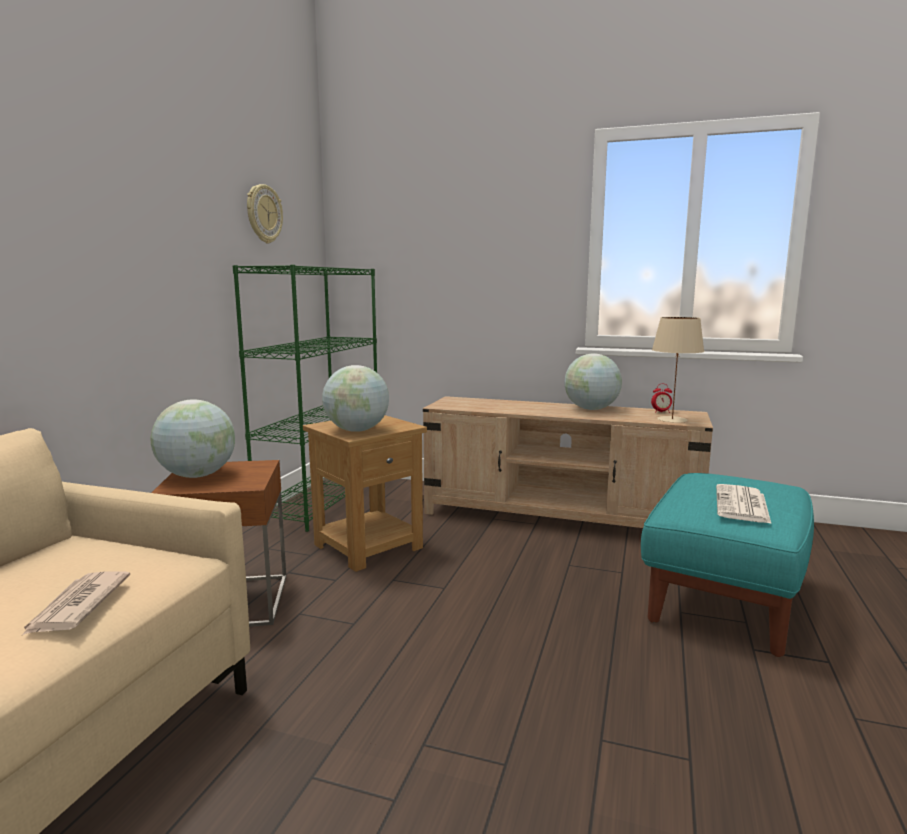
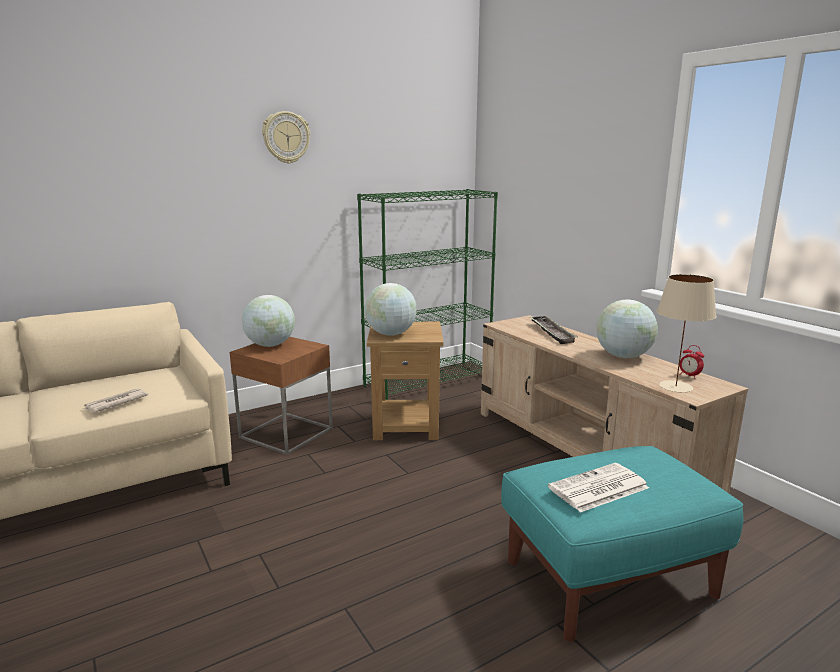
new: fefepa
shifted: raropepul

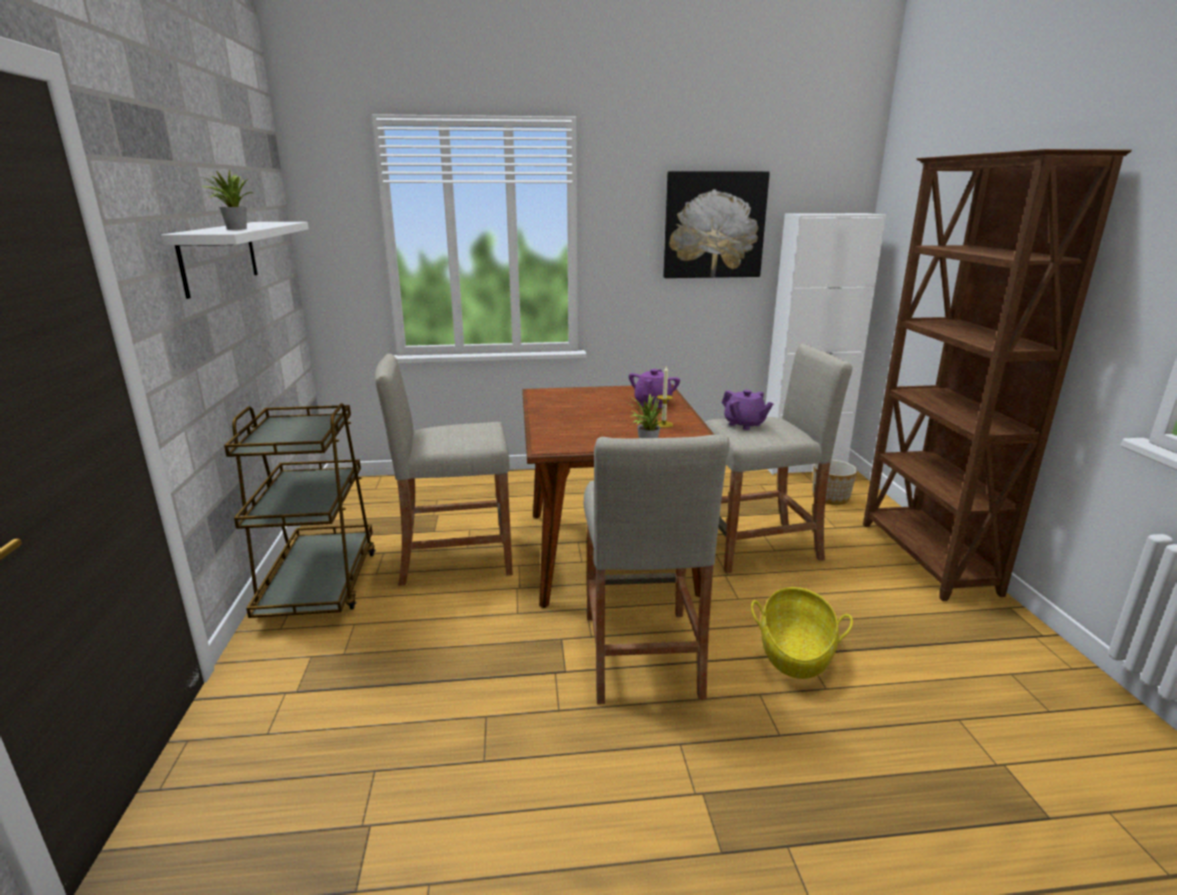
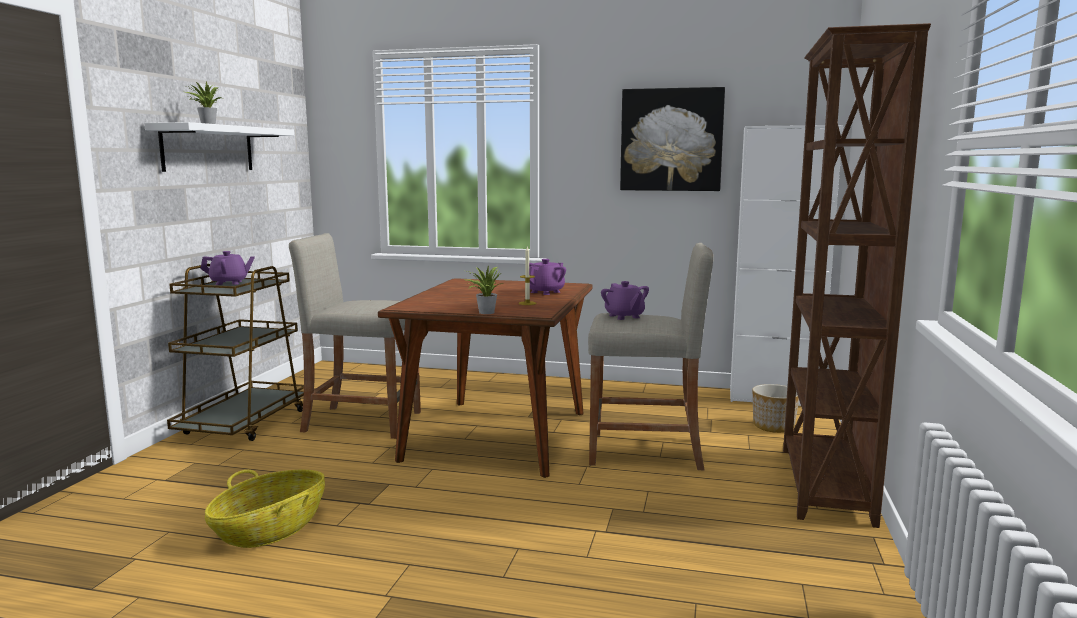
gone: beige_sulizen (no. 2 from left)
new: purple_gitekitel (no. 1 from left)
shifted: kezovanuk

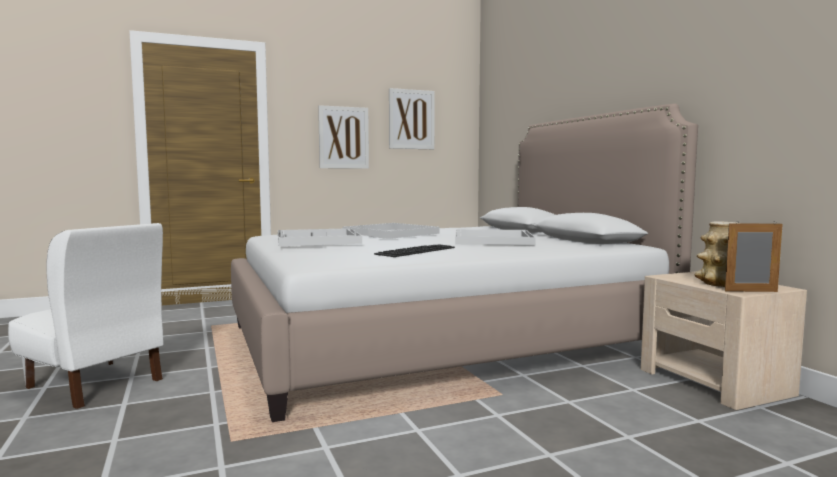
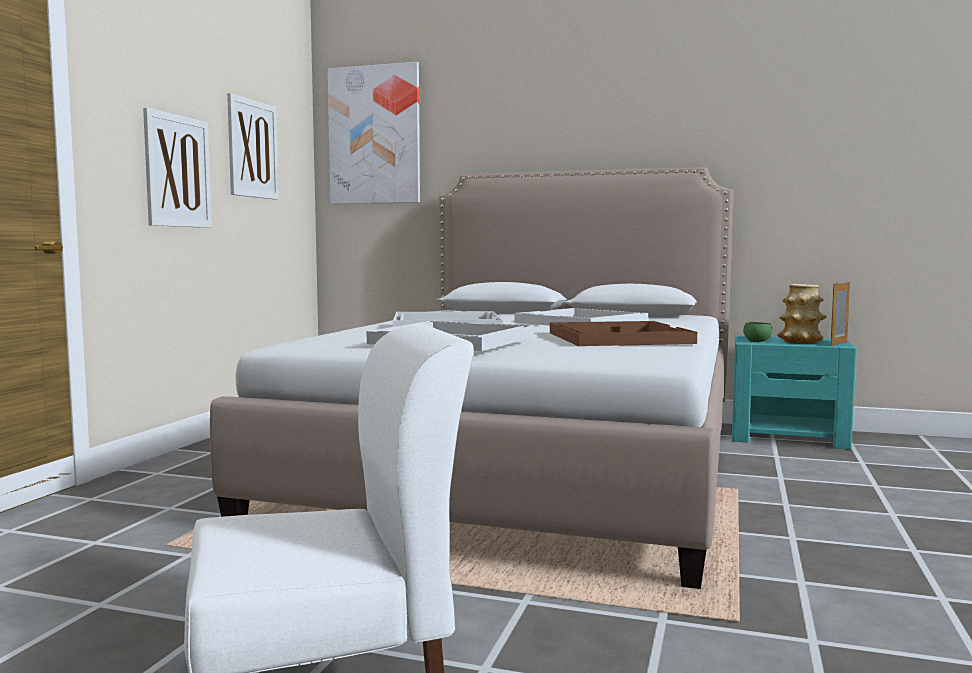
new: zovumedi (no. 3 from left); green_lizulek
swapped: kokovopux to brown_fefepa
repainted: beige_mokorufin to turquoise_mokorufin

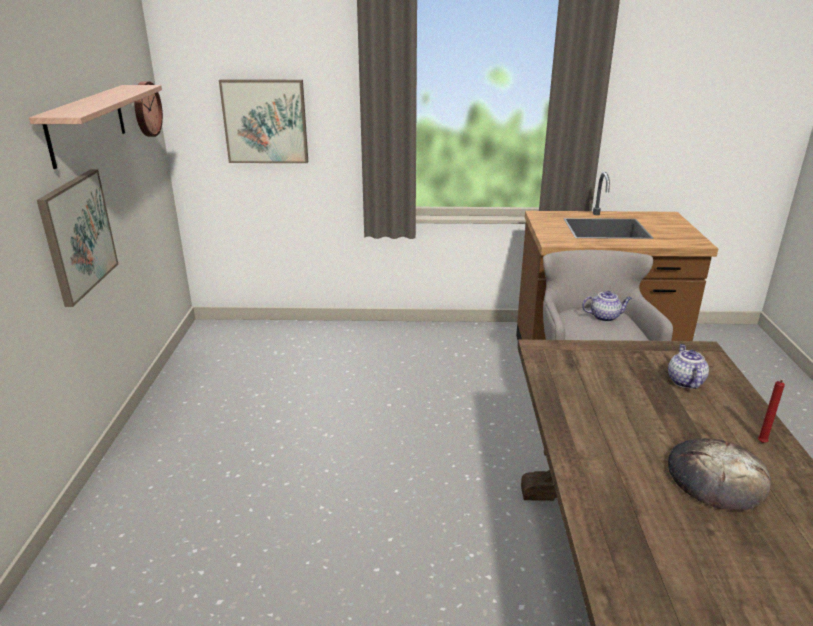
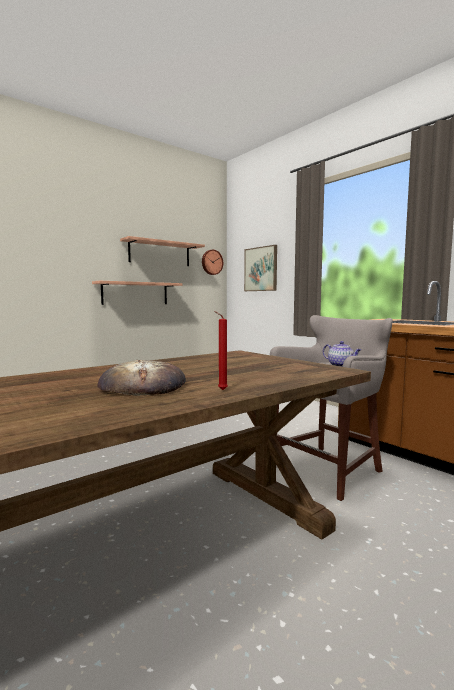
gone: gitekitel (no. 2 from left)
swapped: zovumedi (no. 1 from left) to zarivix (no. 1 from left)

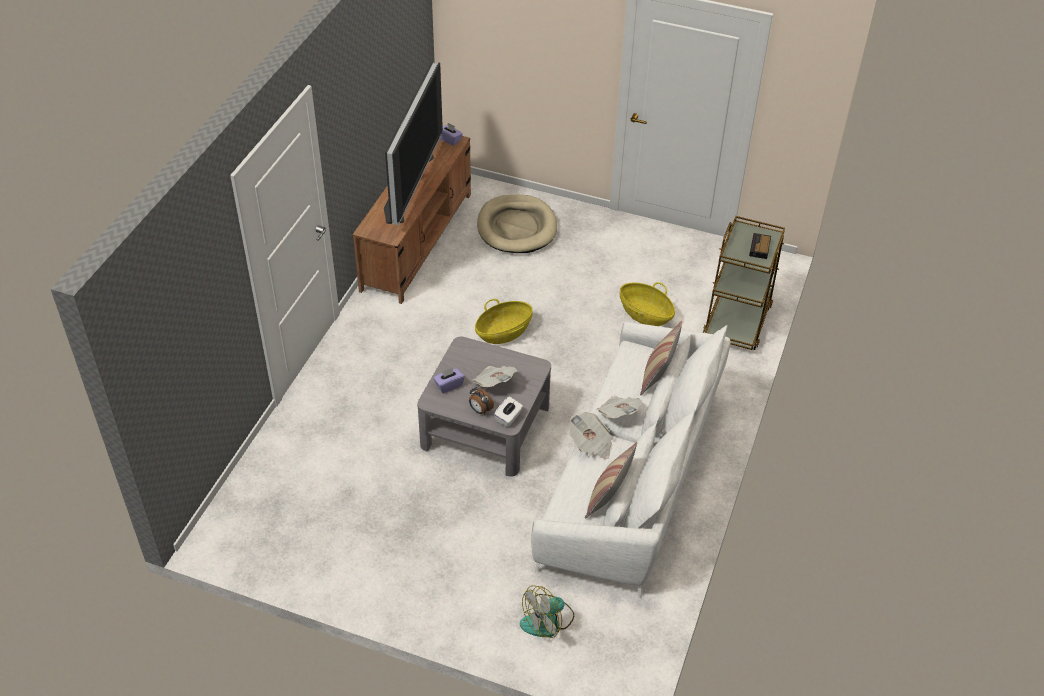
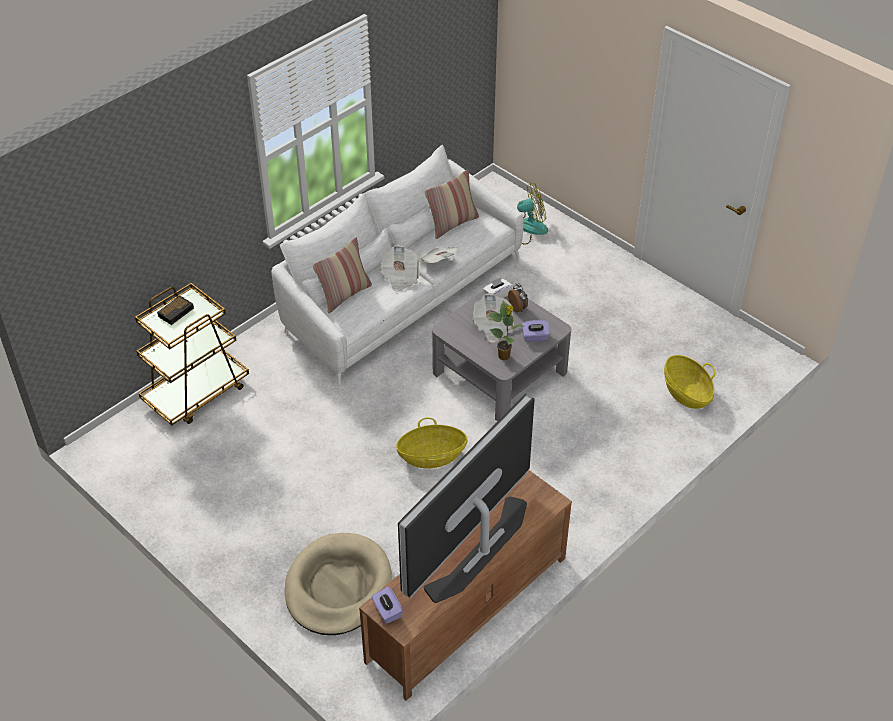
new: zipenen
shifted: kezovanuk (no. 2 from left)

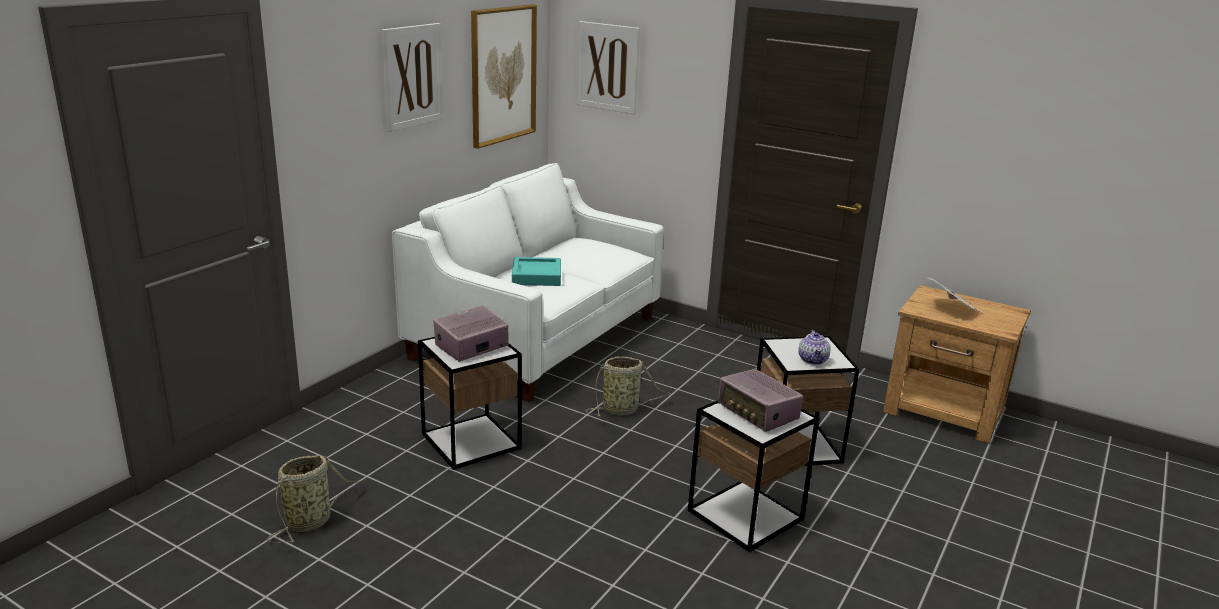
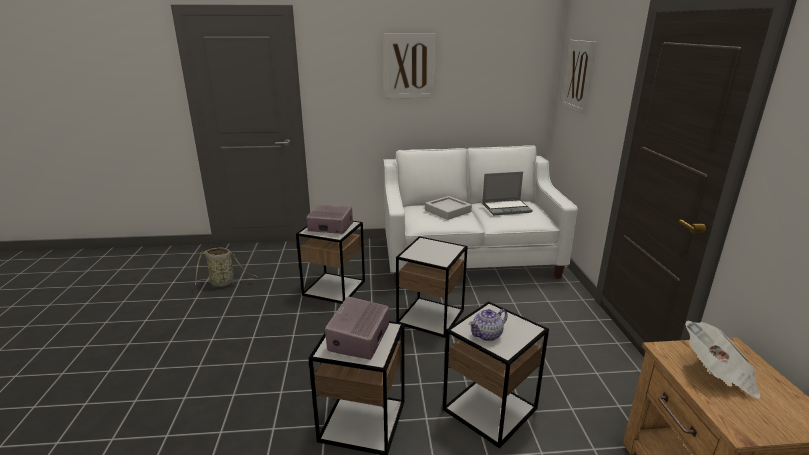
gone: zovumedi (no. 2 from left)
new: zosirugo
swapped: kezovanuk (no. 2 from left) to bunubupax (no. 3 from left)
repainted: turquoise_fefepa to grey_fefepa

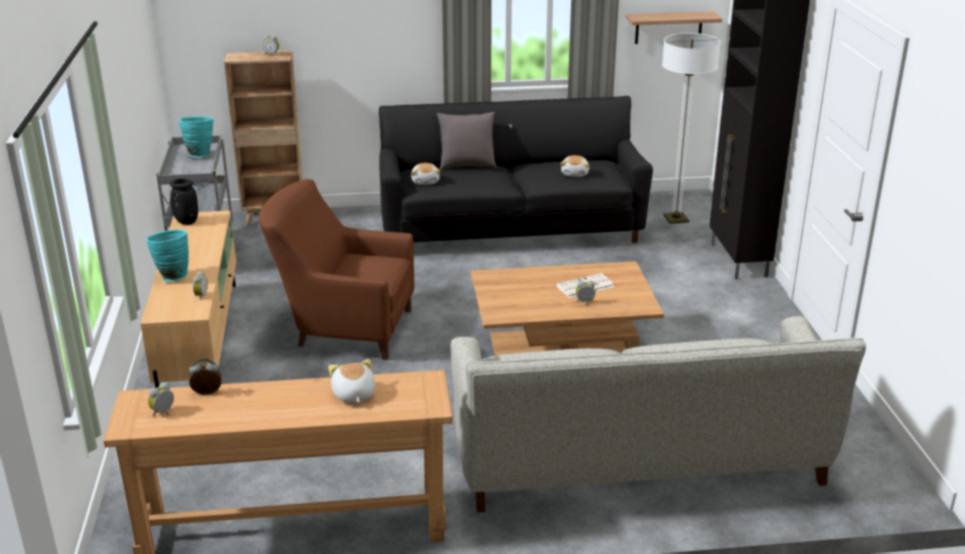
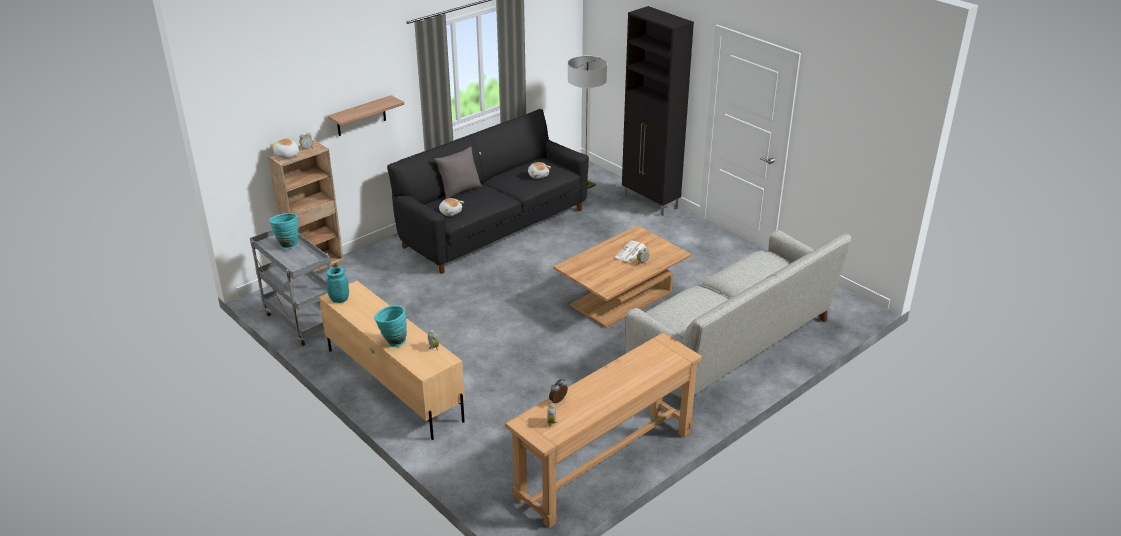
gone: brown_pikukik
shifted: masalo (no. 1 from left); zarivix
repainted: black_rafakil to turquoise_rafakil (no. 2 from left)

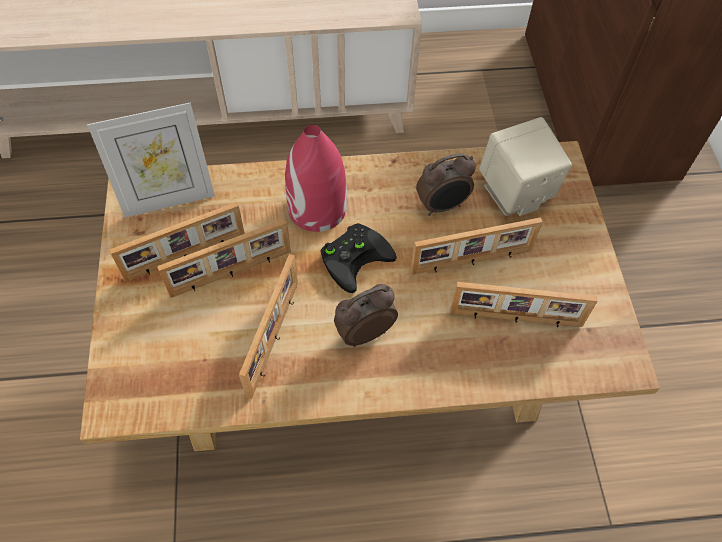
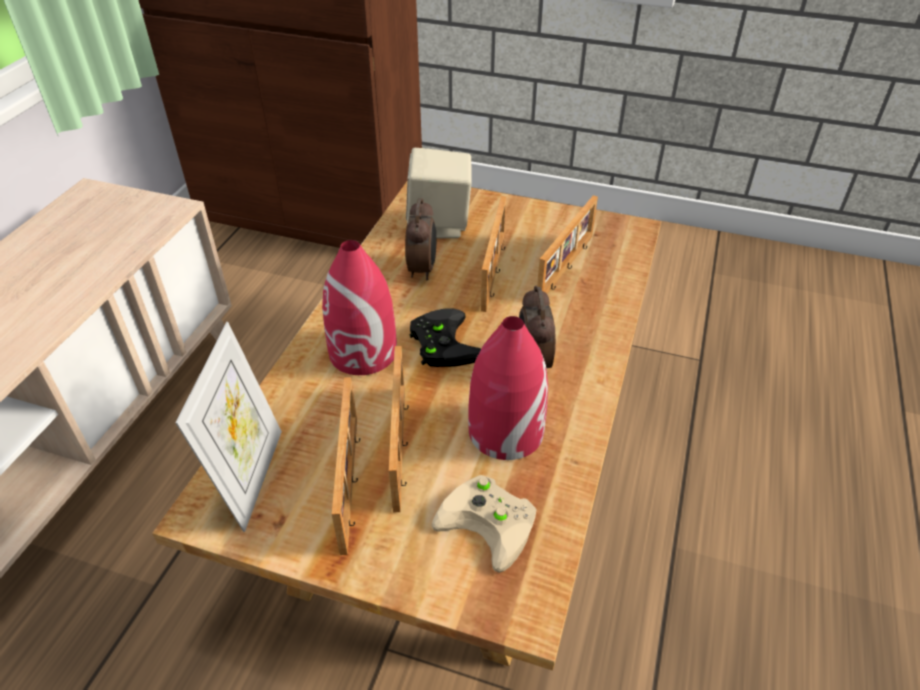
new: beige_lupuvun
swapped: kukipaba (no. 4 from left) to red_rafakil (no. 2 from left)

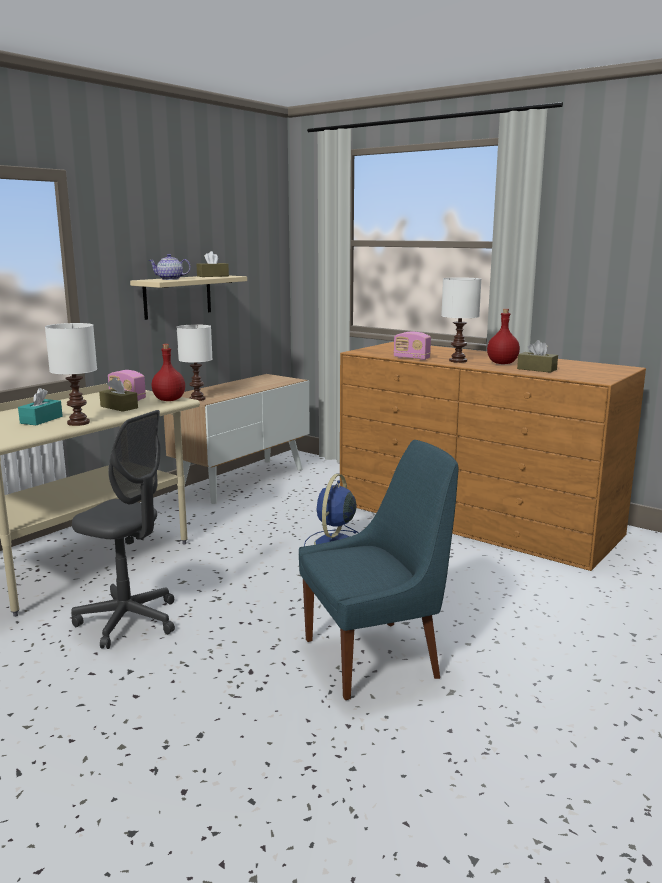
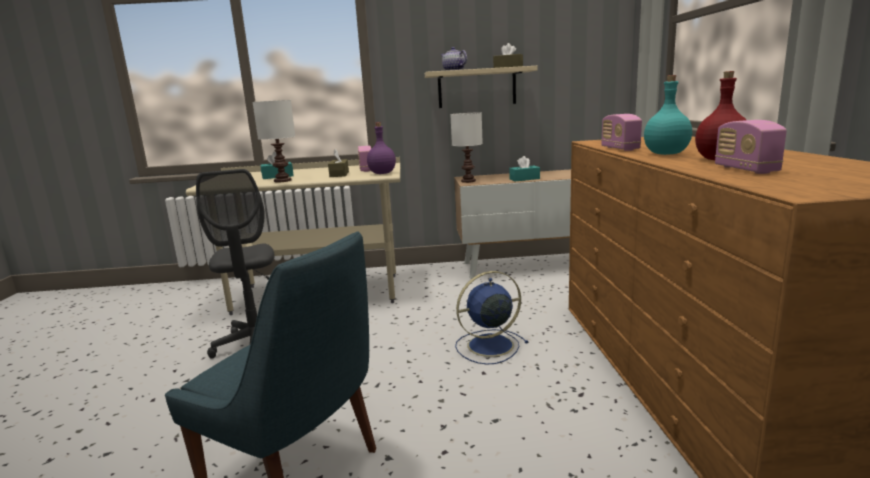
new: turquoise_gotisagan (no. 2 from left)
swapped: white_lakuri (no. 3 from left) to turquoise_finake; brown_gotisagan (no. 3 from left) to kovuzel (no. 3 from left)
repainted: red_finake (no. 1 from left) to purple_finake

